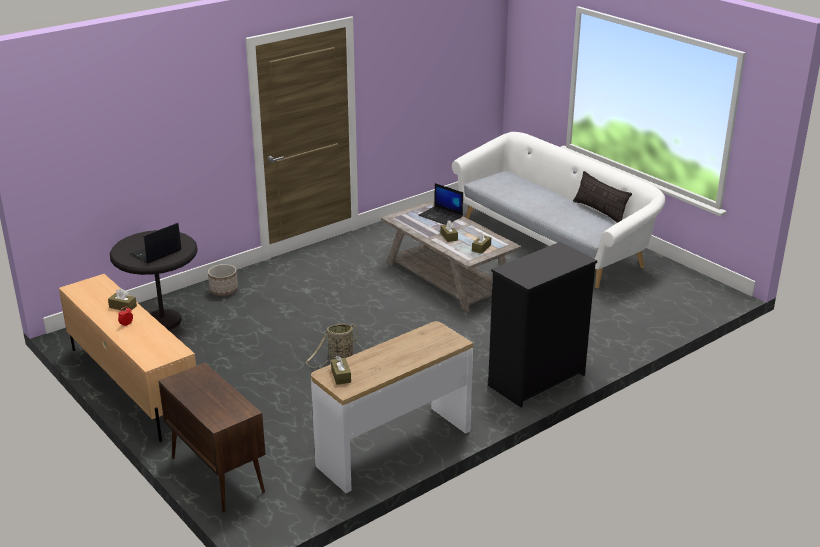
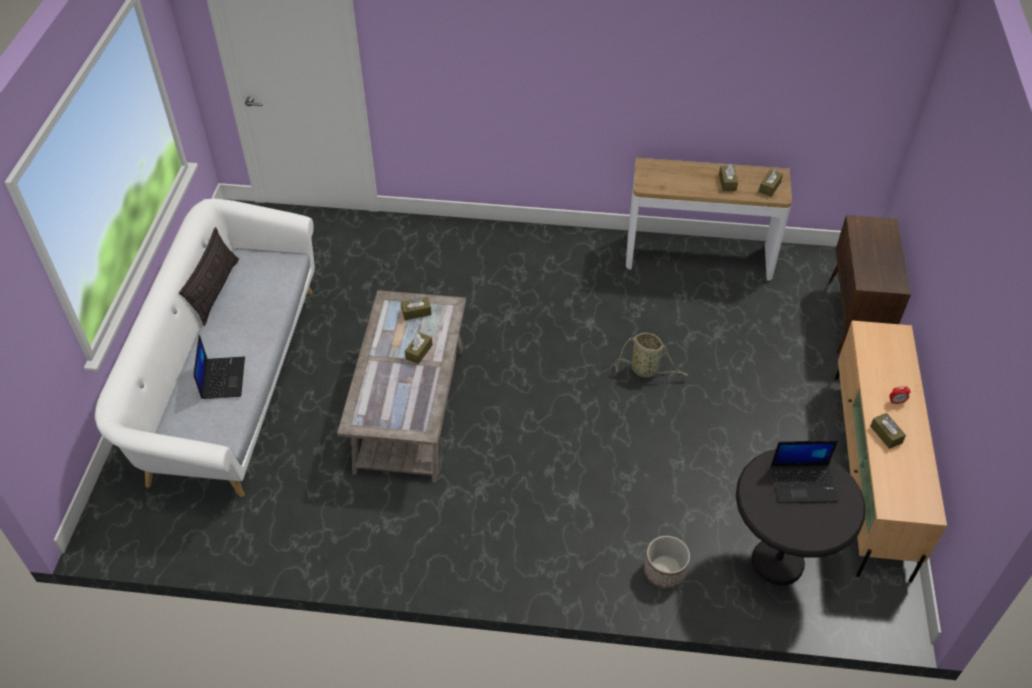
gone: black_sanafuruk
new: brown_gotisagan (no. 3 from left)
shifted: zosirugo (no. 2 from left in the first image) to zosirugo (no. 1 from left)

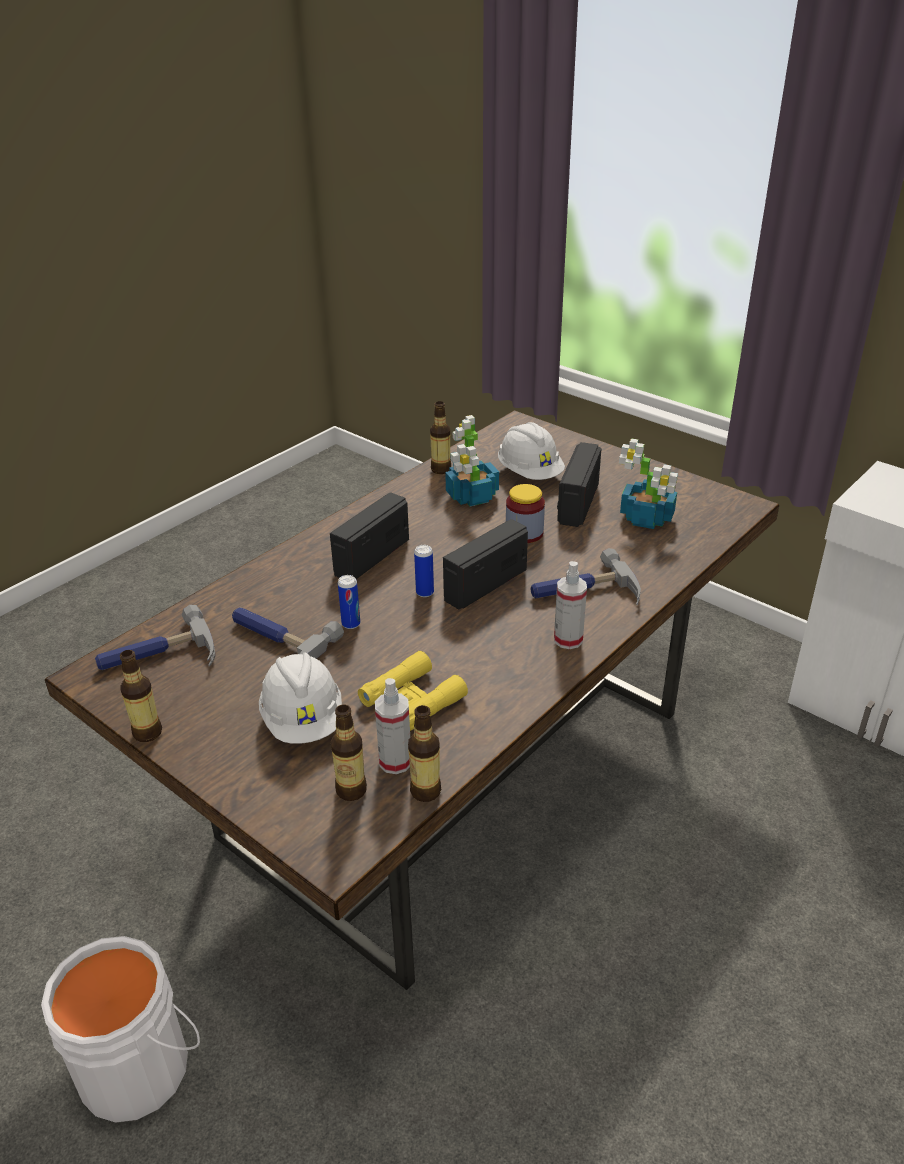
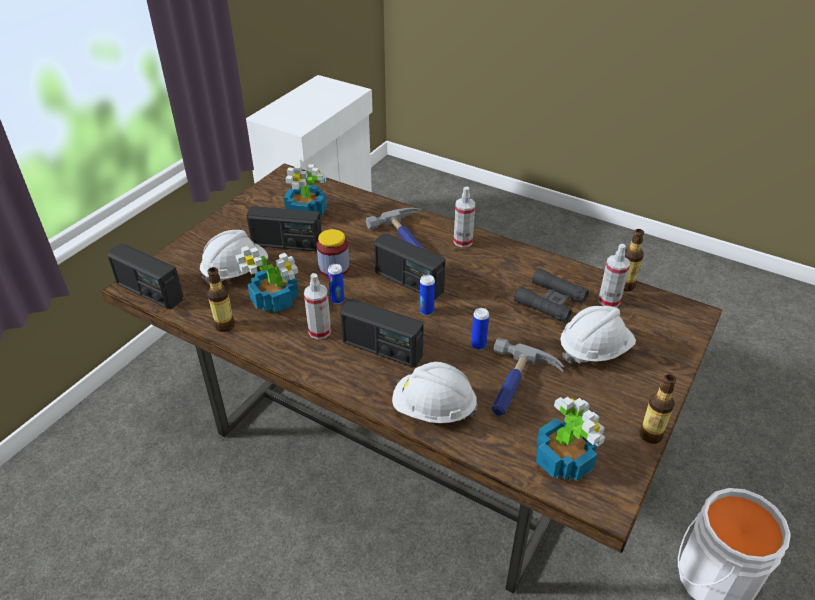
gone: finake (no. 2 from left)
new: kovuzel (no. 1 from left); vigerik (no. 1 from left); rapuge (no. 1 from left); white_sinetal (no. 2 from left)
swapped: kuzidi (no. 1 from left) to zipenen (no. 3 from left)
repainted: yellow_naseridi to black_naseridi

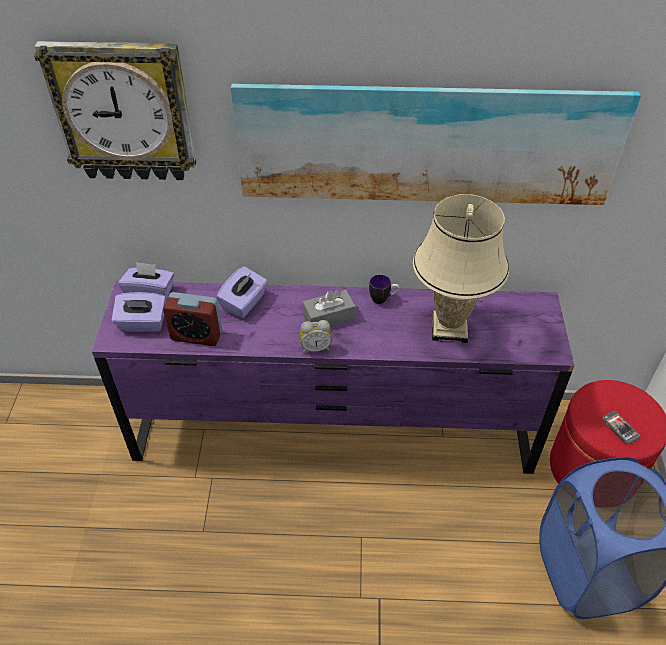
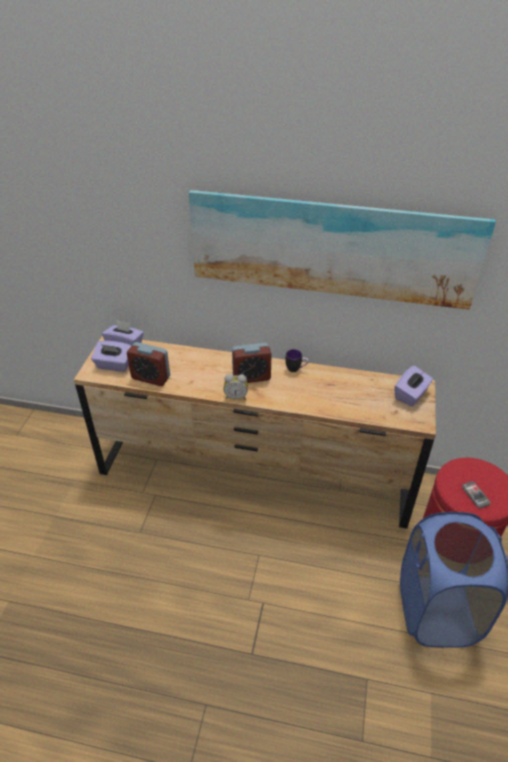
gone: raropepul; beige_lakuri
shifted: purple_gotisagan (no. 3 from left)
swapped: grey_gotisagan to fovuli (no. 3 from left)
repainted: purple_sanafuruk to brown_sanafuruk

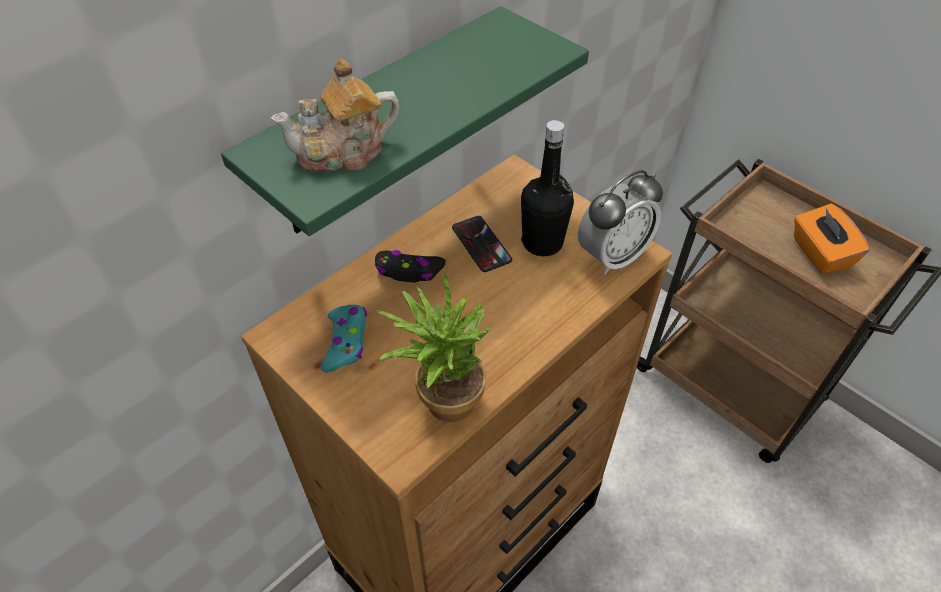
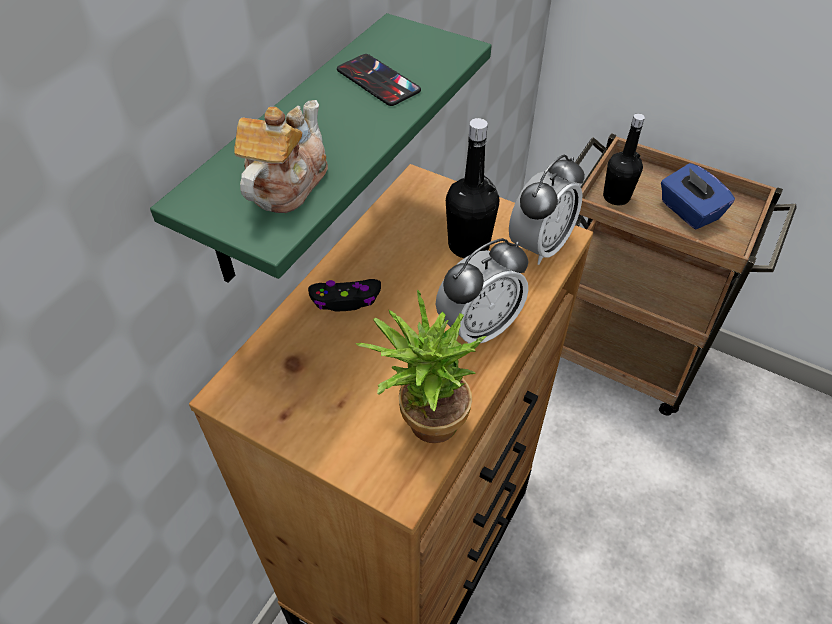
gone: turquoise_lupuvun
new: fovuli (no. 1 from left); black_finake (no. 2 from left)
shifted: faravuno
repainted: orange_gotisagan to blue_gotisagan
rotated: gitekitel 150 degrees clockwise

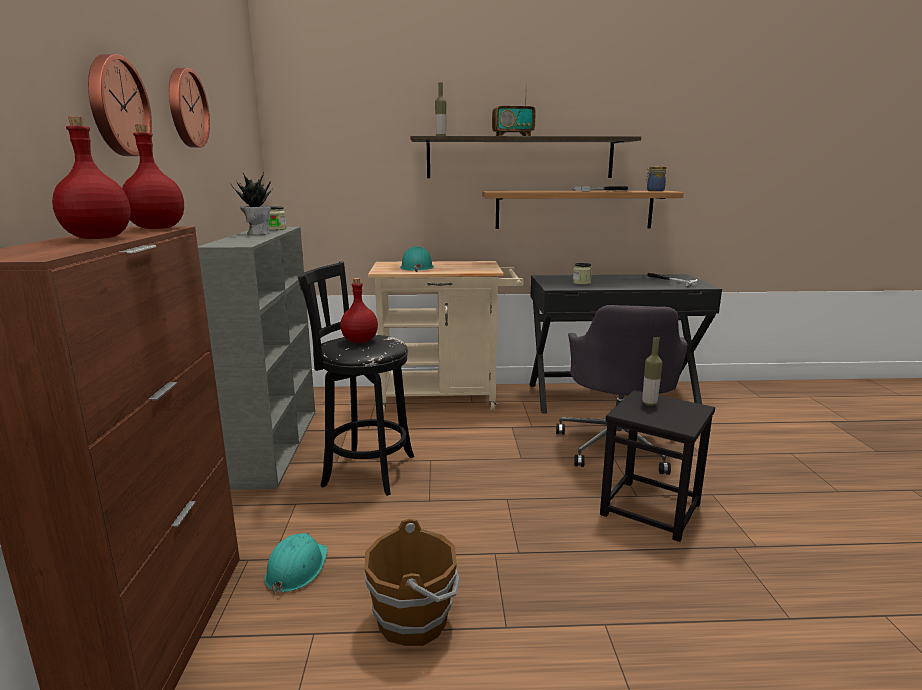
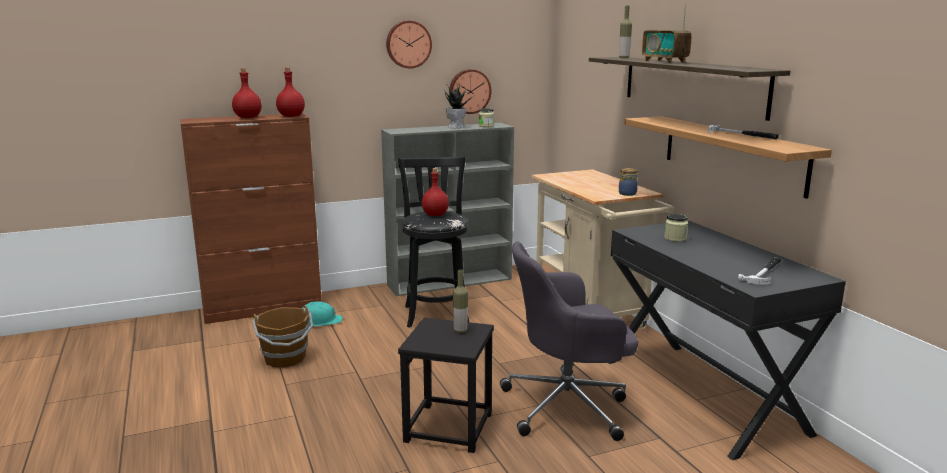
gone: turquoise_sinetal (no. 2 from left)
shifted: raropepul (no. 1 from left in the first image) to raropepul (no. 2 from left); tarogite (no. 3 from left in the first image) to tarogite (no. 2 from left)

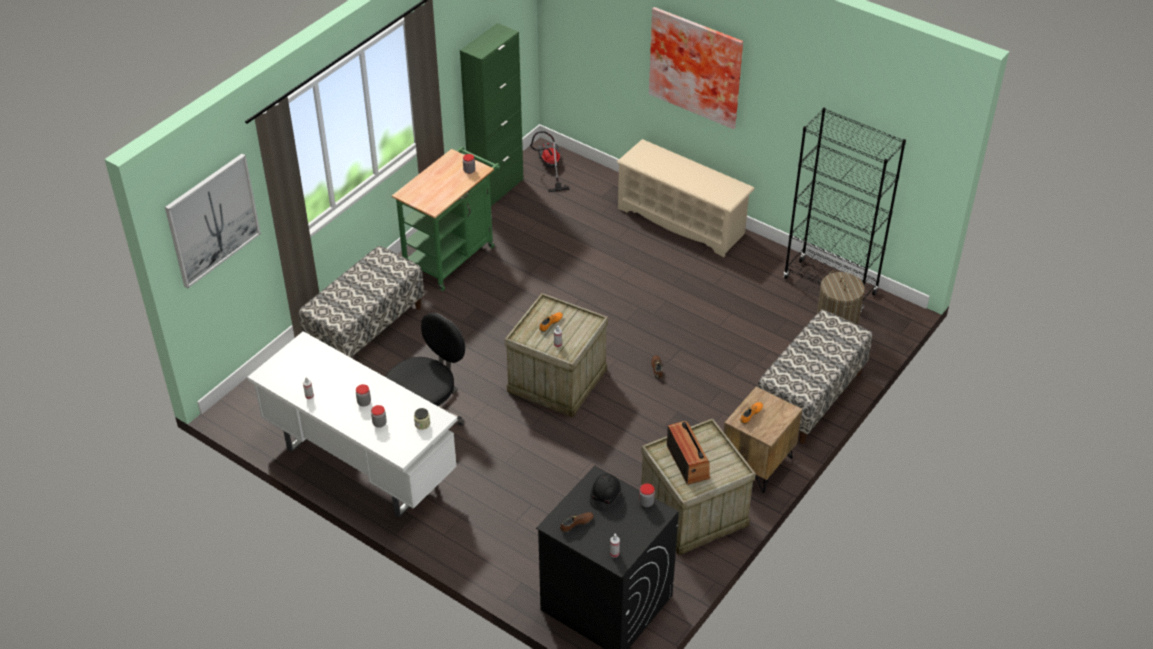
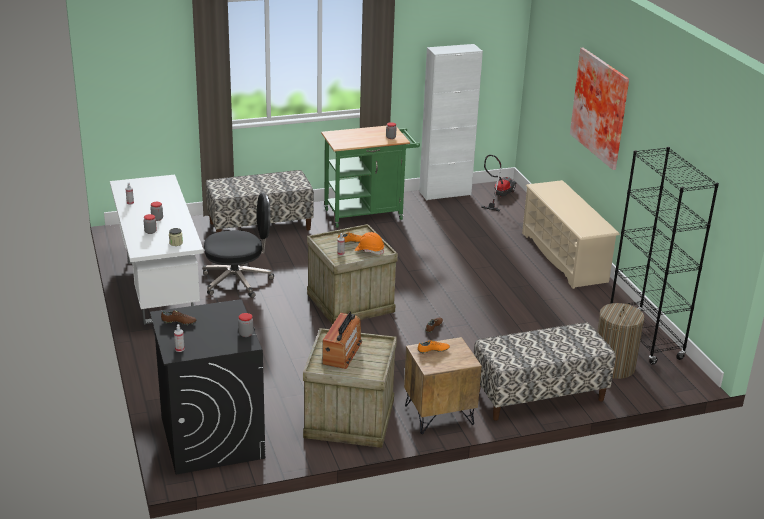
gone: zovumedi (no. 1 from left); black_sinetal
new: orange_sinetal
repainted: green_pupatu to white_pupatu

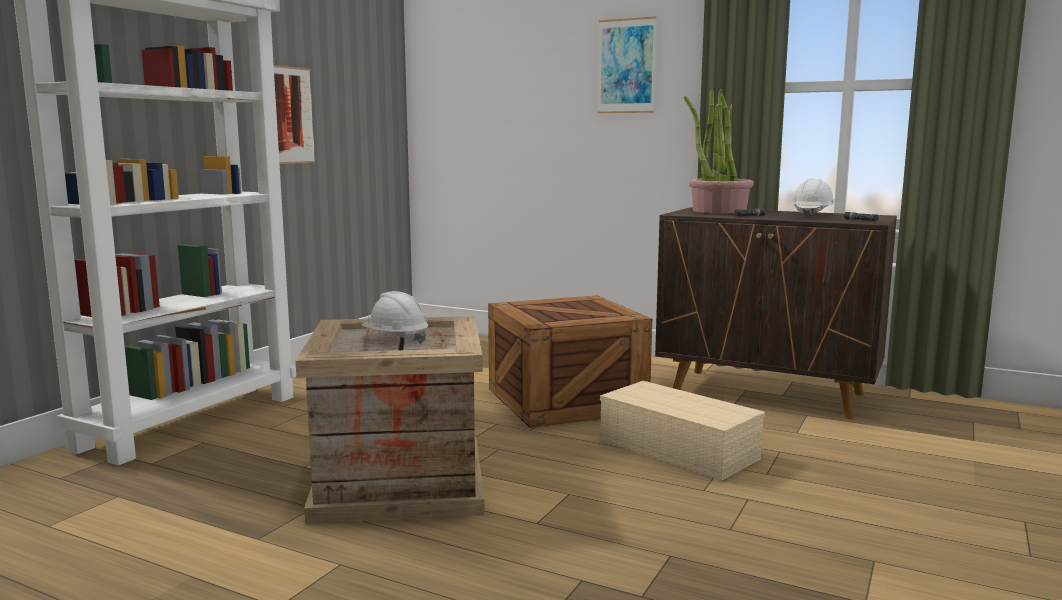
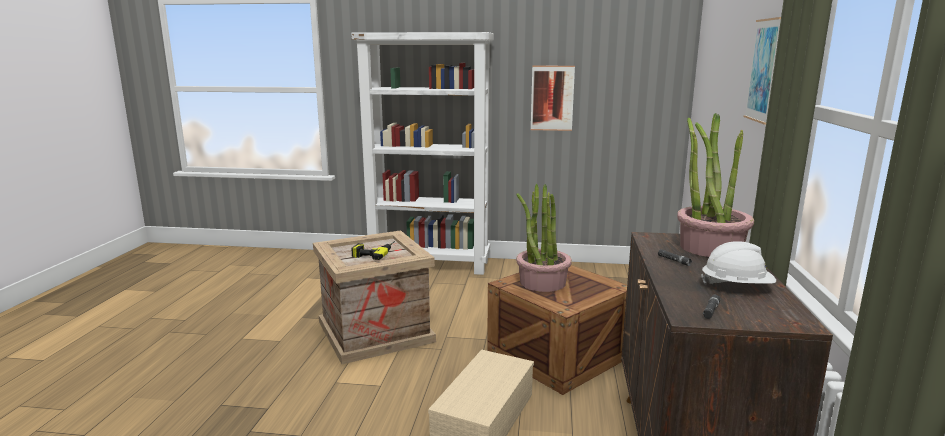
new: zipenen (no. 1 from left)
swapped: white_sinetal (no. 1 from left) to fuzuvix

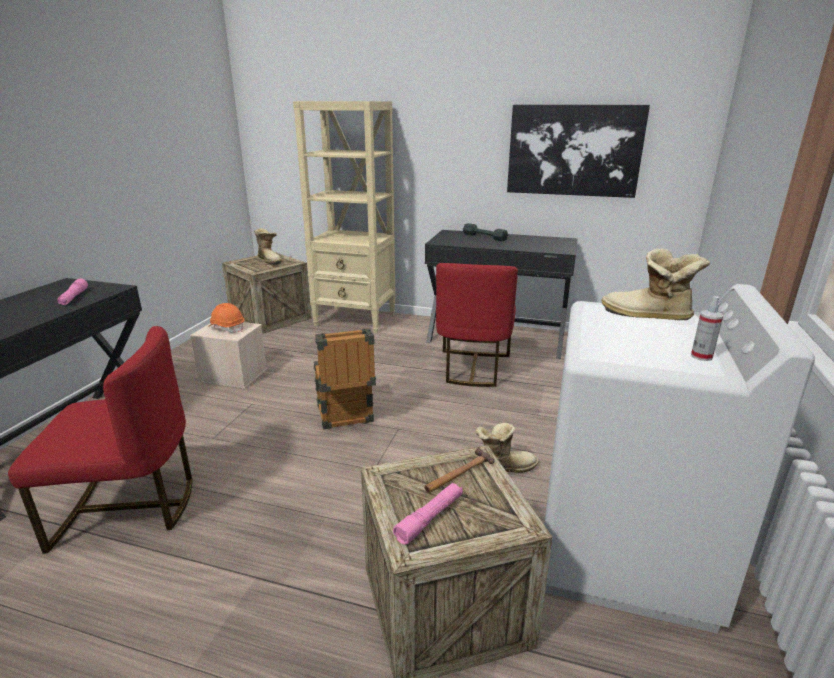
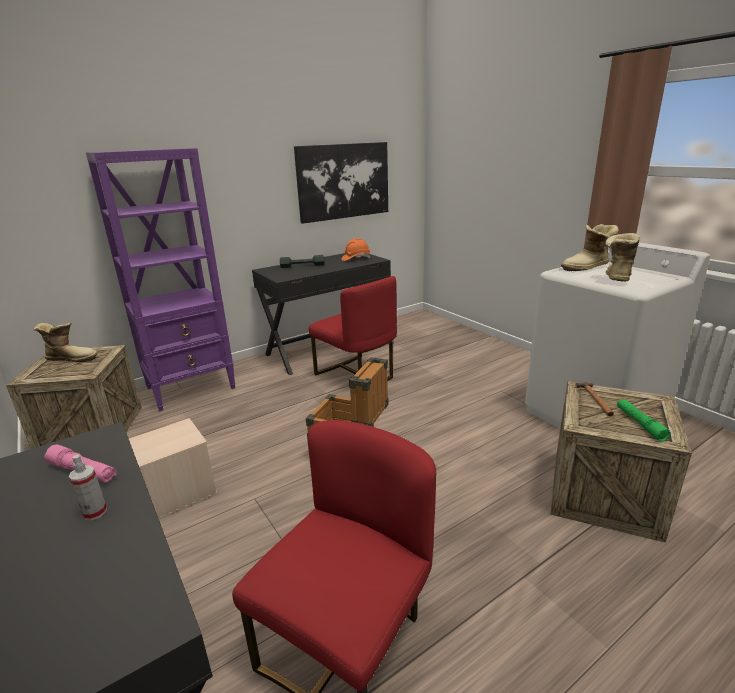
shifted: vigerik; orange_sinetal; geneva (no. 2 from left in the first image) to geneva (no. 3 from left)
repainted: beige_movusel to purple_movusel; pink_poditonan (no. 2 from left) to green_poditonan

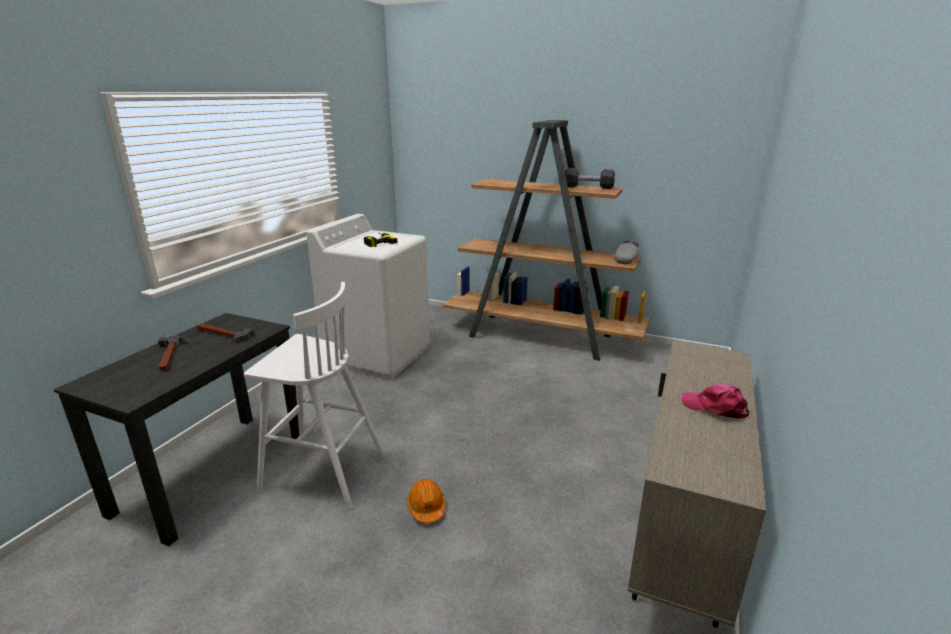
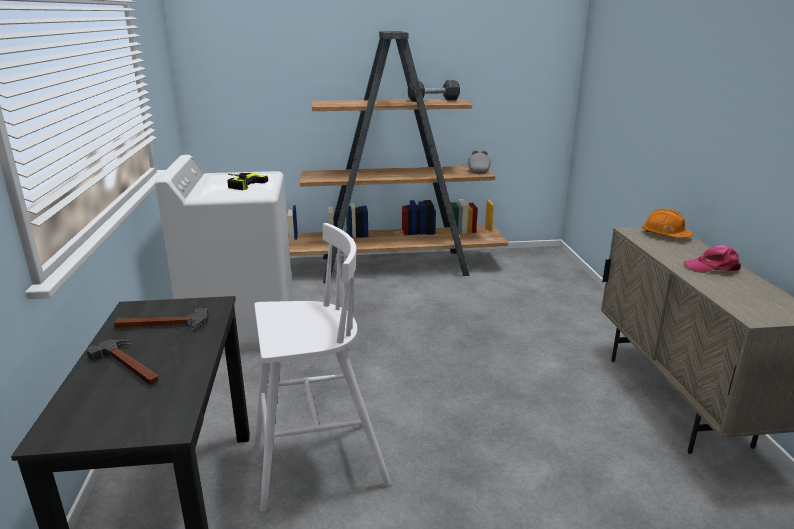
shifted: orange_sinetal

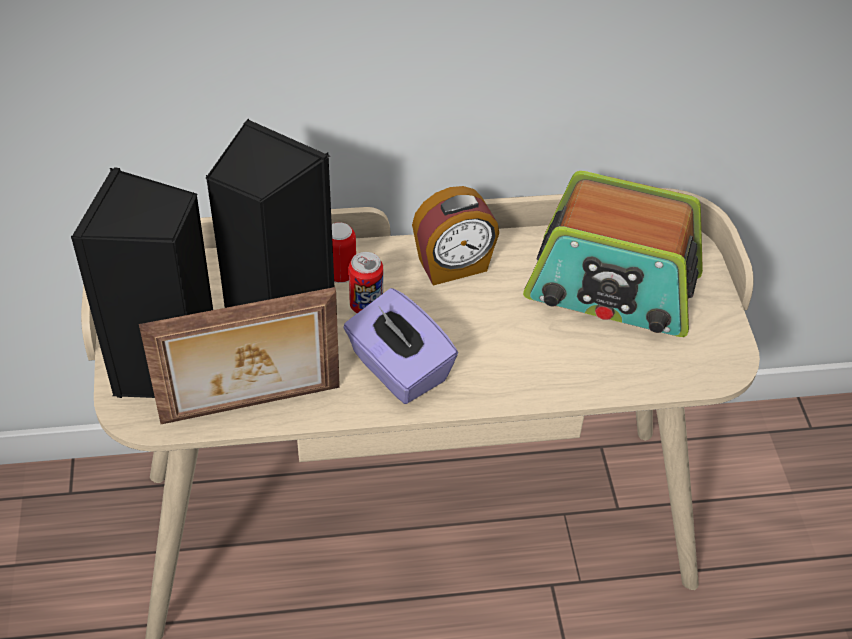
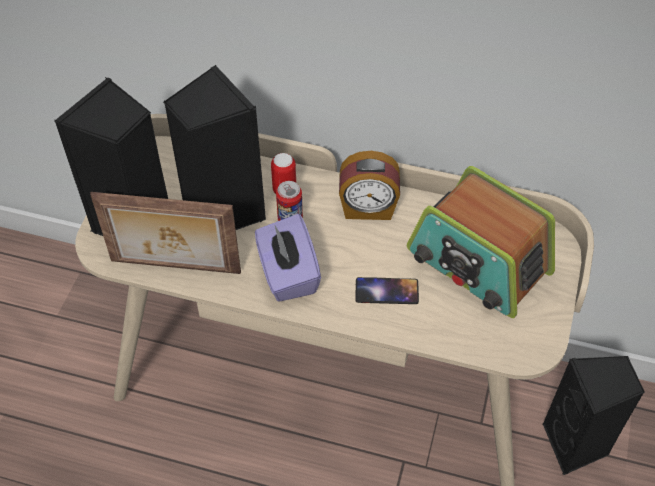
new: faravuno; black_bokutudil (no. 3 from left)

